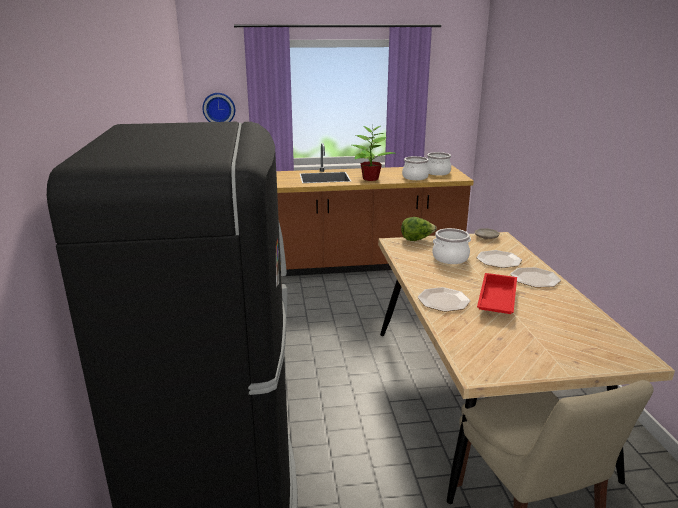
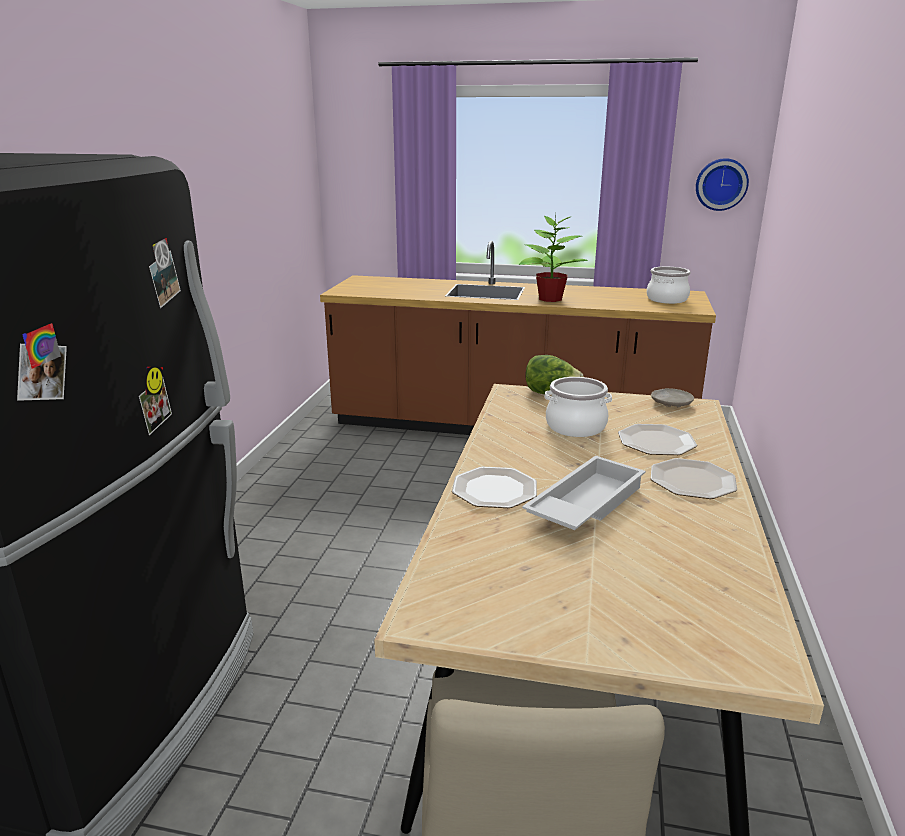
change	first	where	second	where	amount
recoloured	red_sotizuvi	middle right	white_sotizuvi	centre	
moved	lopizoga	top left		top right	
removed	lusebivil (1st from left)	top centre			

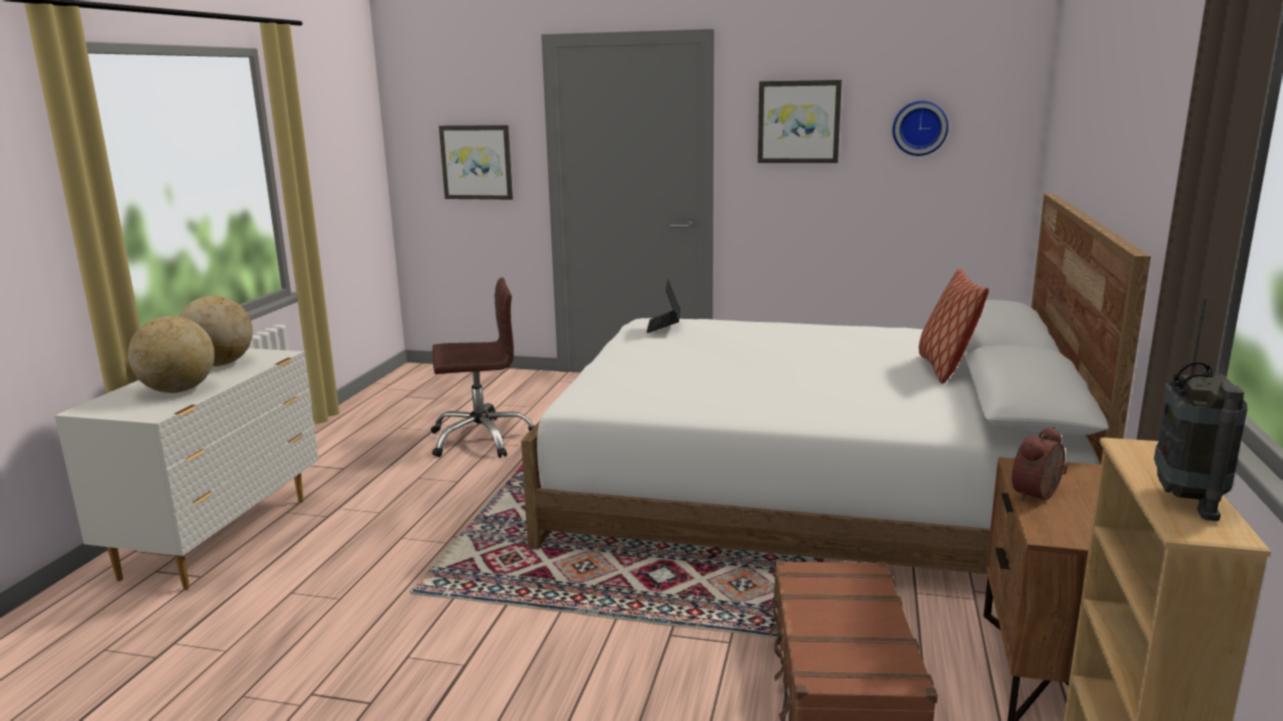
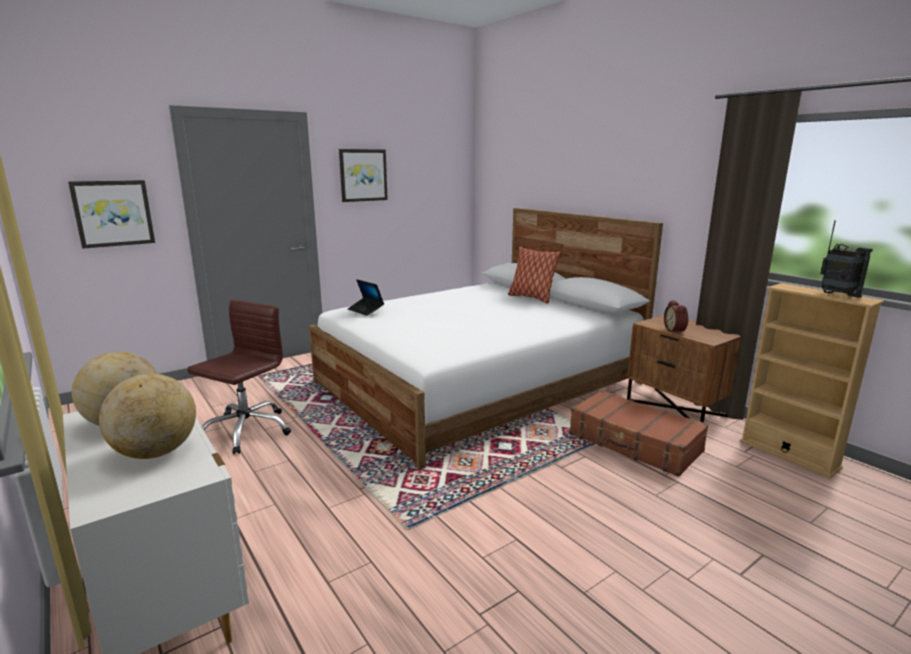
change	first	where	second	where	amount
removed	lopizoga	top right			

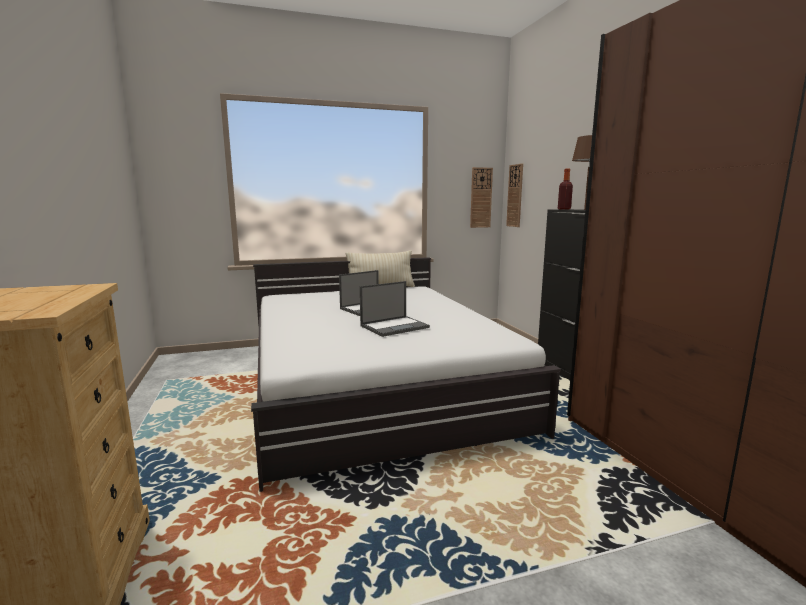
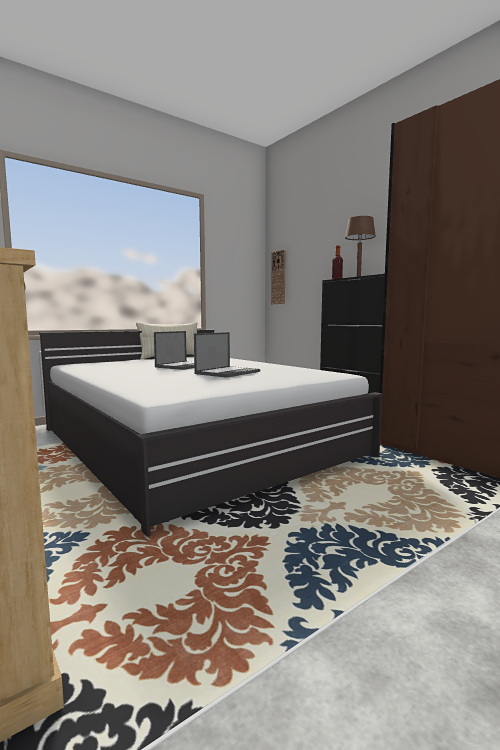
change	first	where	second	where	amount
removed	lopizoga (1st from left)	top centre			

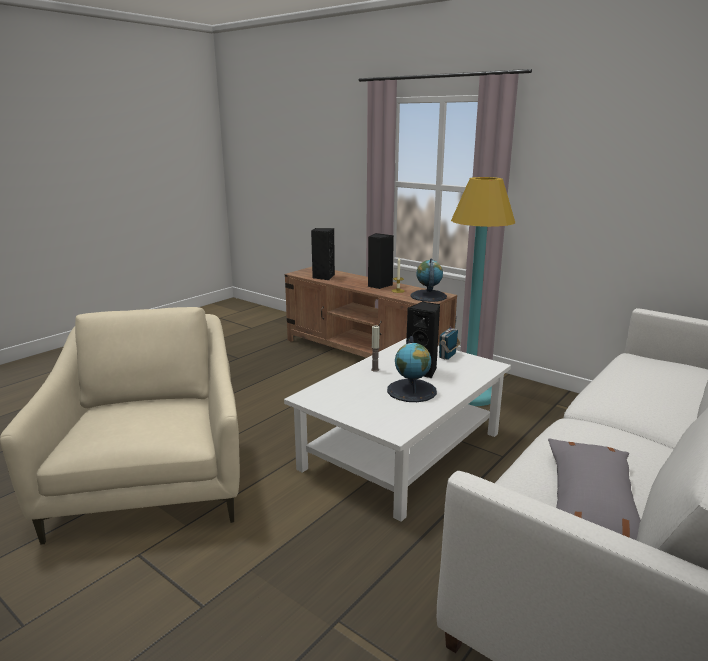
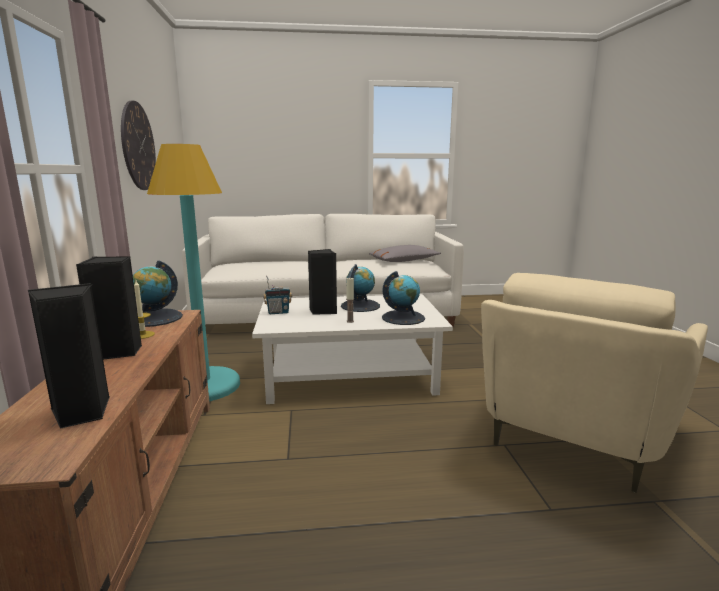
change	first	where	second	where	amount
added			lopizoga	top left	
added			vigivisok (3rd from left)	centre	

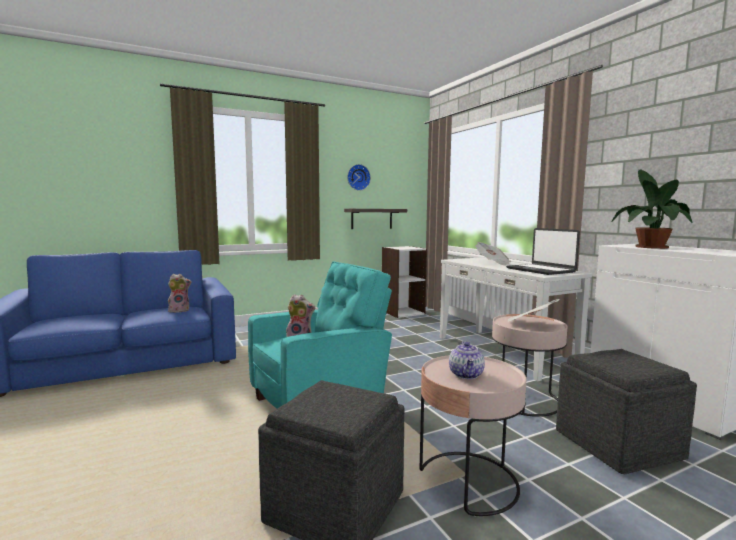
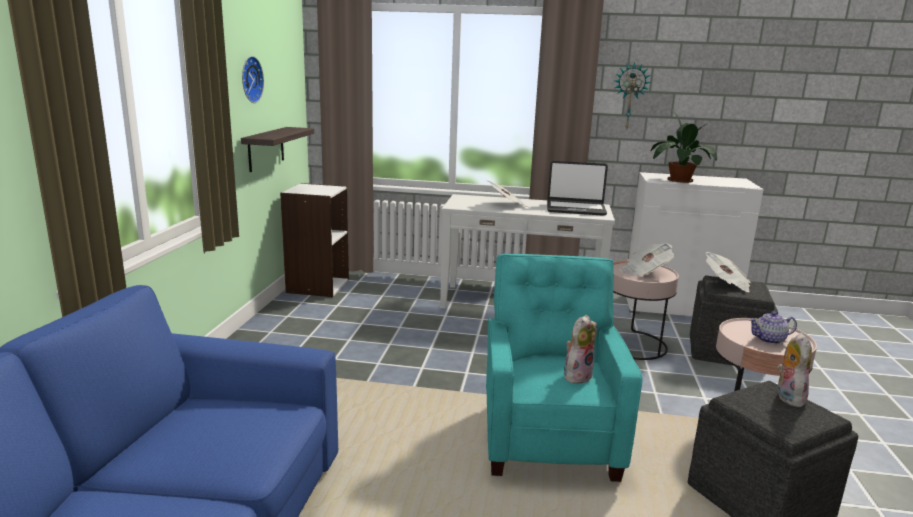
change	first	where	second	where	amount
added			lopizoga (2nd from left)	top right	
added			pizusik (3rd from left)	middle right	
turned	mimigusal	bottom centre		middle right	135 degrees clockwise
moved	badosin (1st from left in the first image)	middle left	badosin (2nd from left)	bottom right	

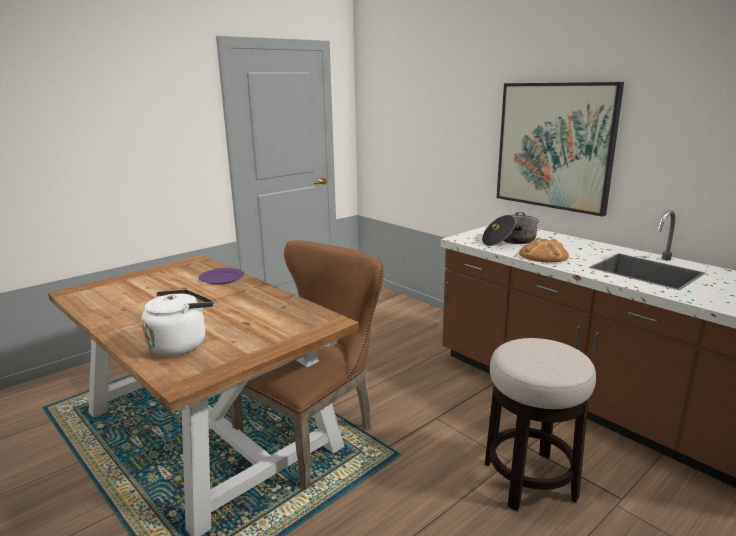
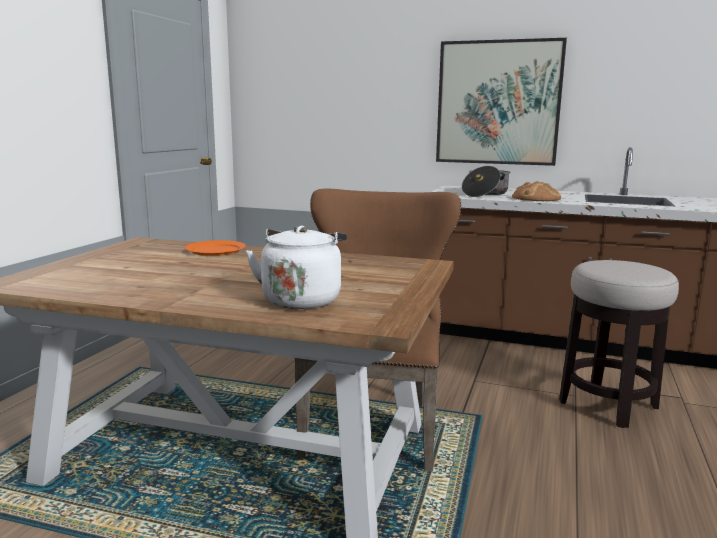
change	first	where	second	where	amount
recoloured	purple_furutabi	middle left	orange_furutabi	middle left	

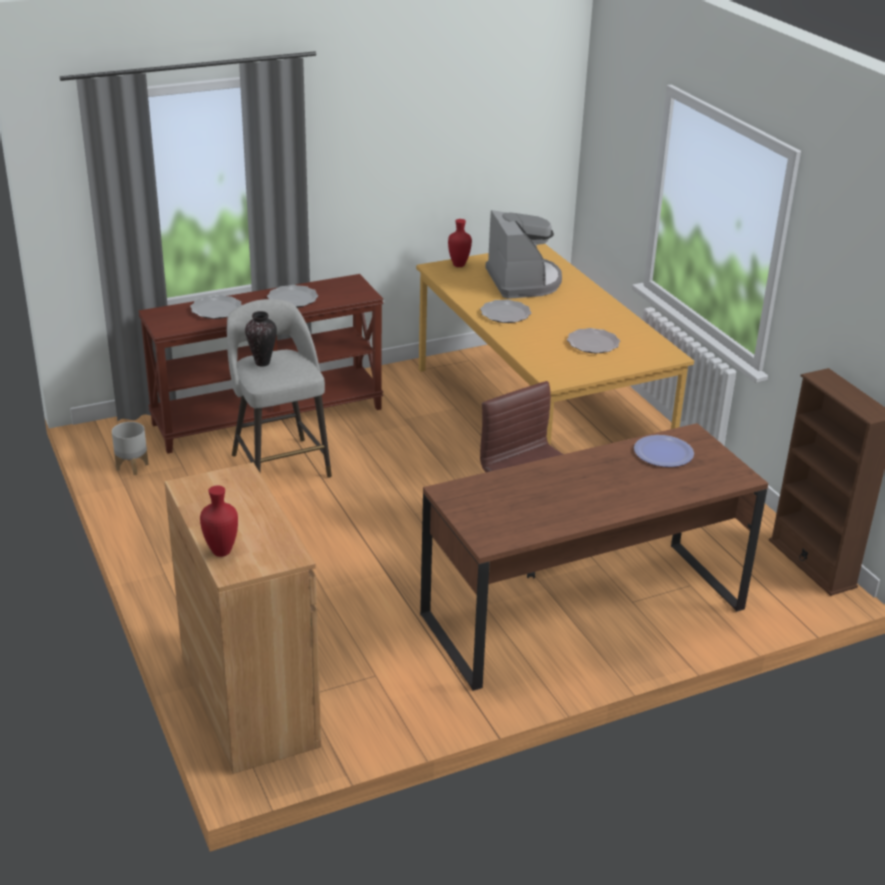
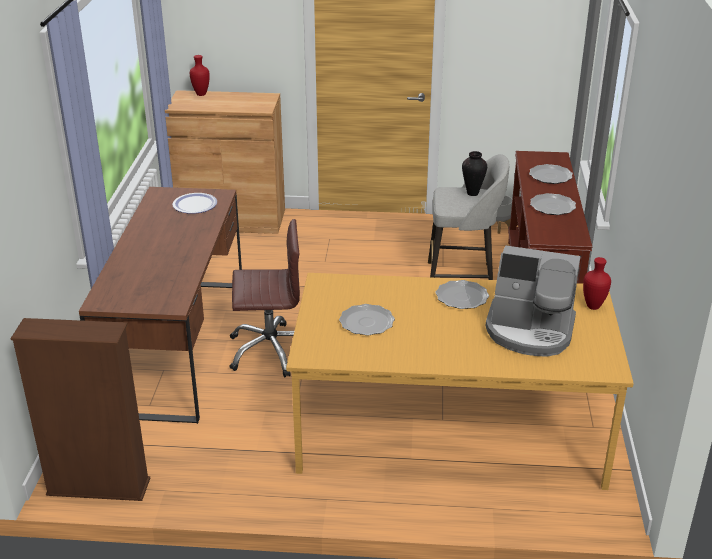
change	first	where	second	where	amount
moved	furutabi (5th from left in the first image)	middle right	furutabi (1st from left)	middle left	

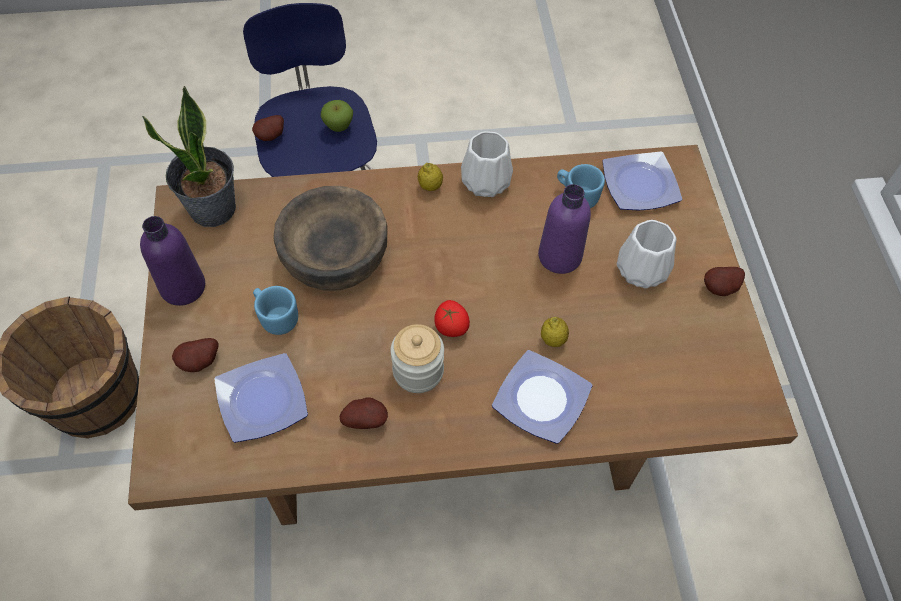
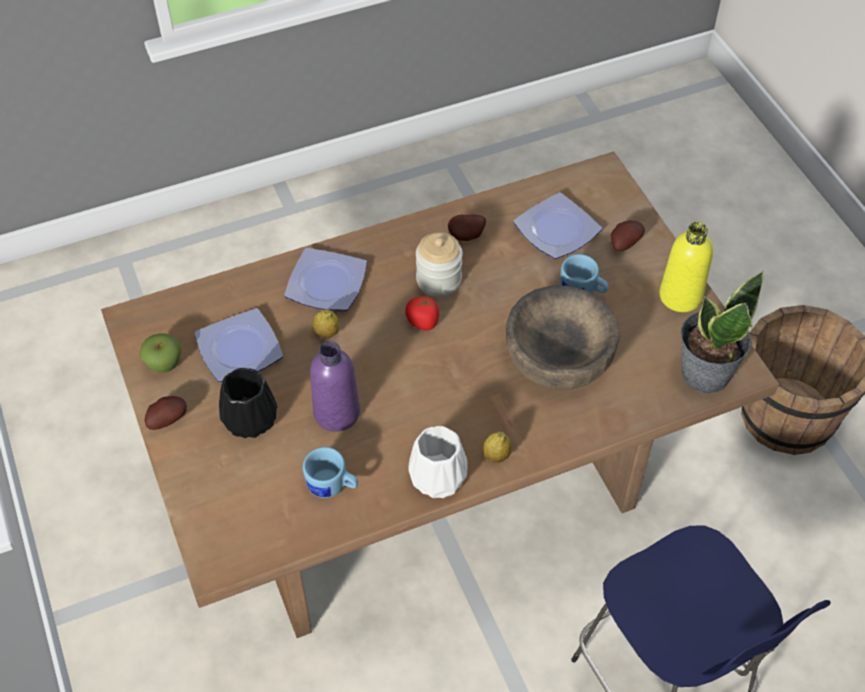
change	first	where	second	where	amount
moved	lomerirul	top centre		middle left	
moved	furutabi (3rd from left in the first image)	top right	furutabi (1st from left)	middle left	
recoloured	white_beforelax (2nd from left)	middle right	black_beforelax	middle left	
recoloured	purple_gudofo (1st from left)	middle left	yellow_gudofo	middle right	
removed	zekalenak (2nd from left)	top left			

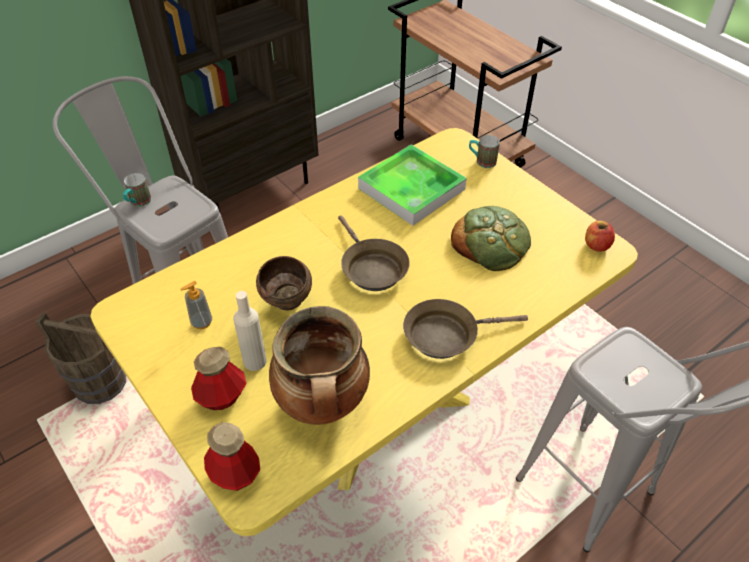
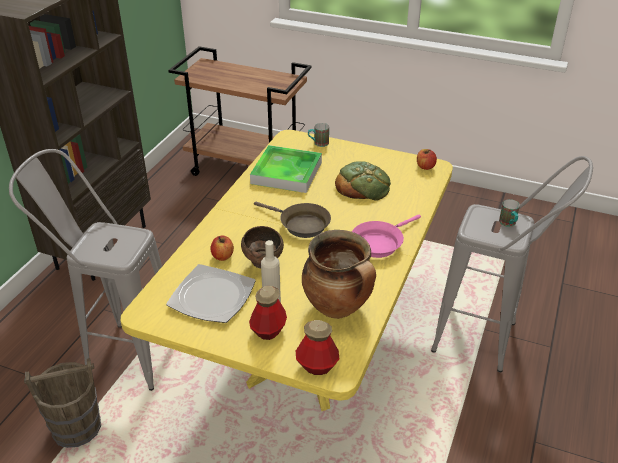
change	first	where	second	where	amount
replaced	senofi	middle left	furutabi	centre	
added			lomerirul (1st from left)	centre	
recoloured	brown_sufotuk (2nd from left)	centre	pink_sufotuk	centre	
moved	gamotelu (1st from left in the first image)	middle left	gamotelu (2nd from left)	middle right	

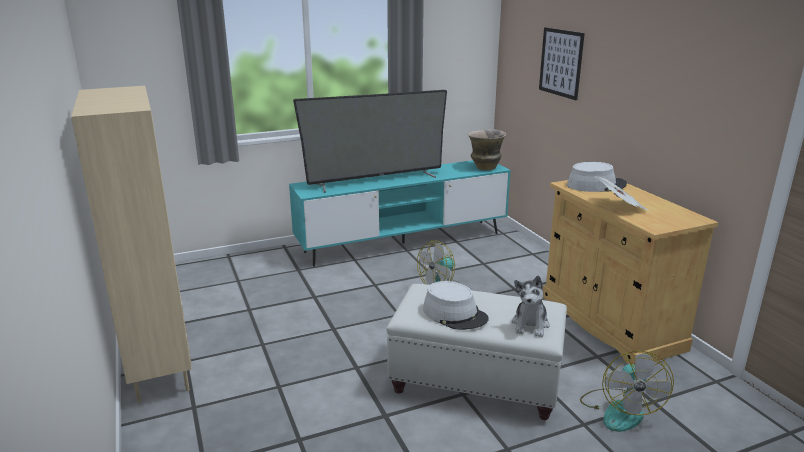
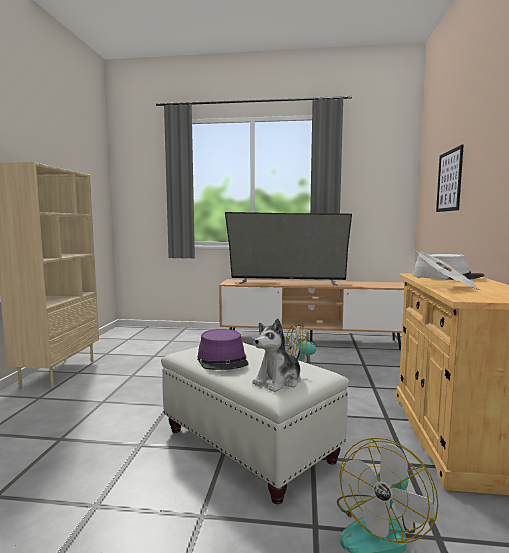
change	first	where	second	where	amount
recoloured	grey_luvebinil (1st from left)	bottom centre	purple_luvebinil	centre	
recoloured	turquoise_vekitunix	centre	brown_vekitunix	centre	
removed	beforelax	top centre			

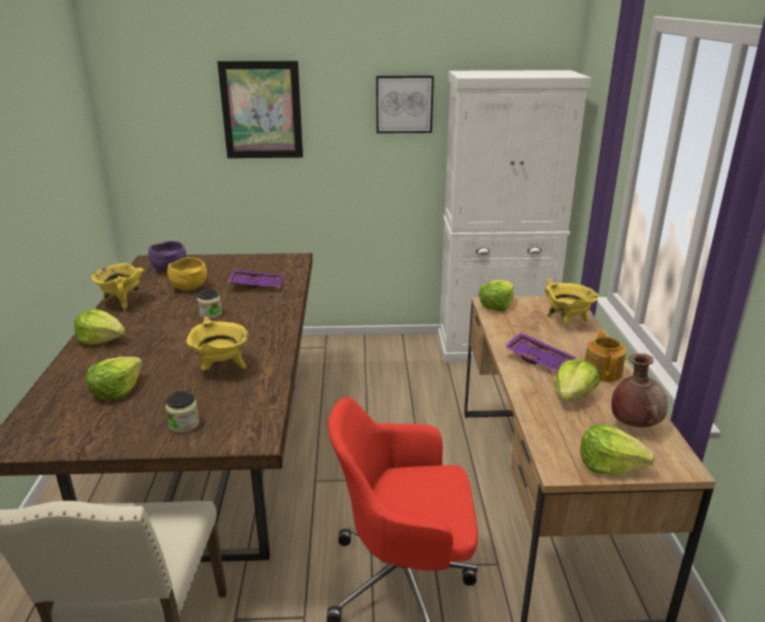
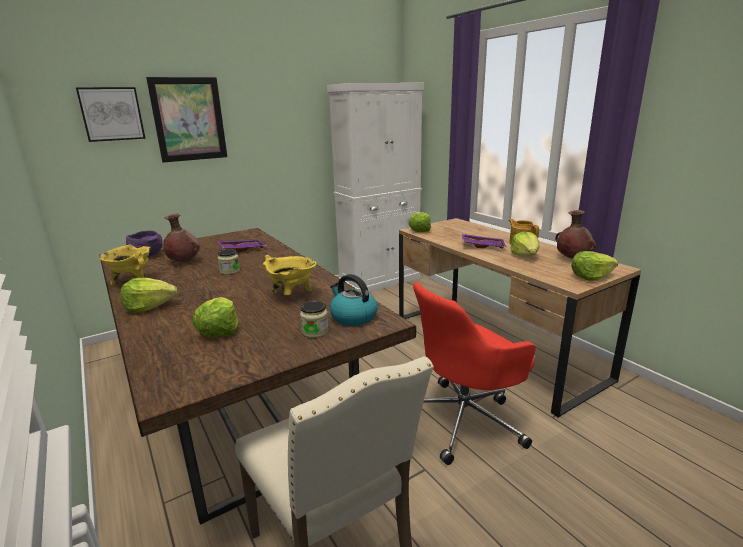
change	first	where	second	where	amount
moved	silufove (2nd from left in the first image)	top centre	silufove (1st from left)	top left	
replaced	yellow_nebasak	middle left	brown_beforelax (1st from left)	middle left	
added			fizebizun	centre	
removed	yellow_lusebivil (3rd from left)	middle right			

